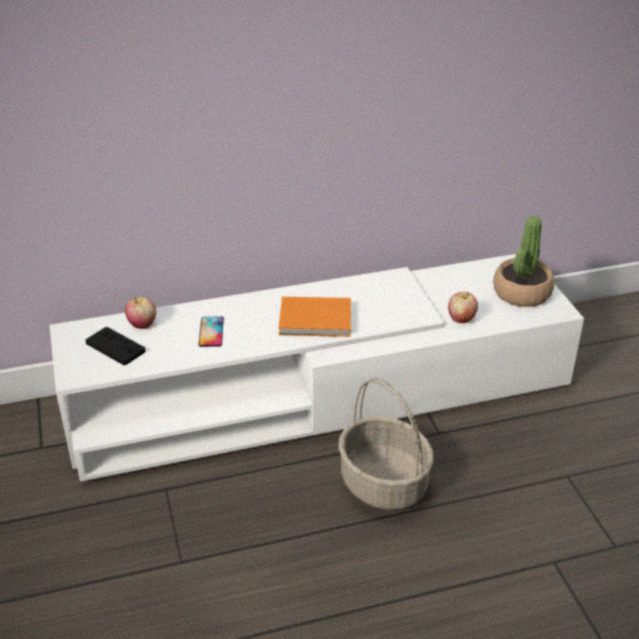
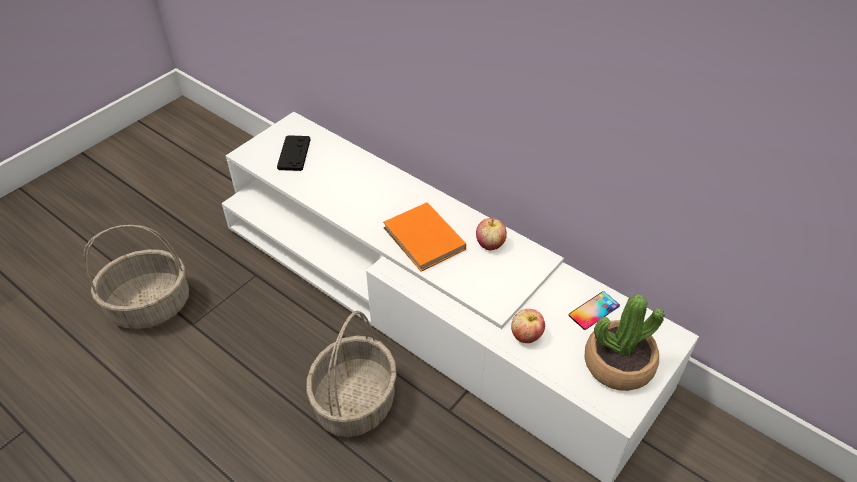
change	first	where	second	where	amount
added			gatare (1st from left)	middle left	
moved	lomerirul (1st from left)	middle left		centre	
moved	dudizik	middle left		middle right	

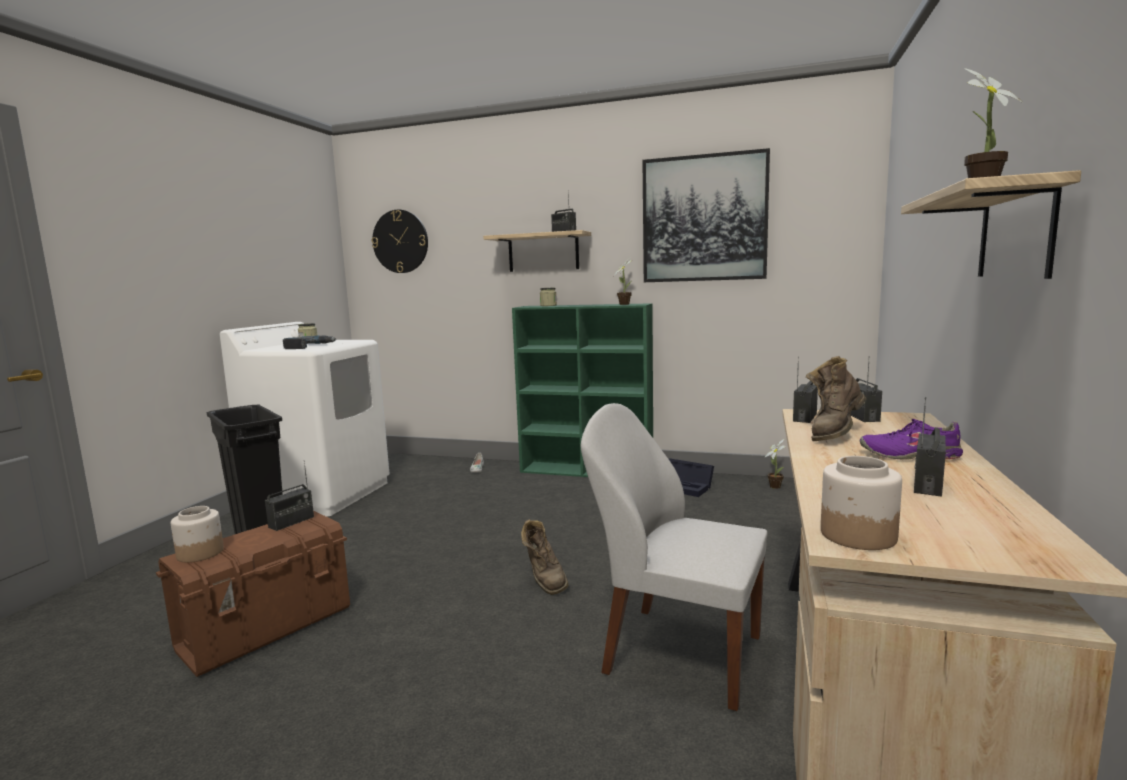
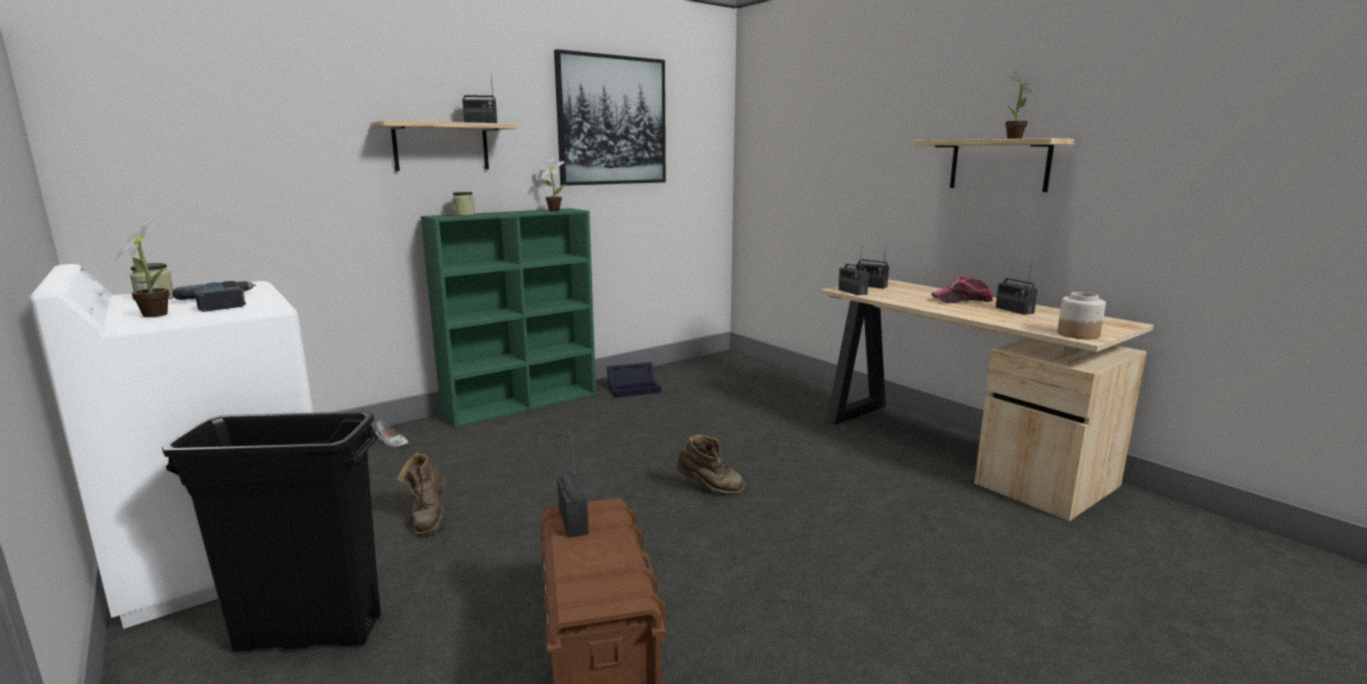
change	first	where	second	where	amount
moved	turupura (2nd from left in the first image)	middle right	turupura (1st from left)	middle left	
moved	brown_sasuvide (2nd from left in the first image)	middle right	brown_sasuvide (1st from left)	bottom left	
replaced	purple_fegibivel	middle right	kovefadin	middle right	
removed	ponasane (1st from left)	bottom left			
removed	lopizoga	top centre			
removed	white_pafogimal	bottom centre			

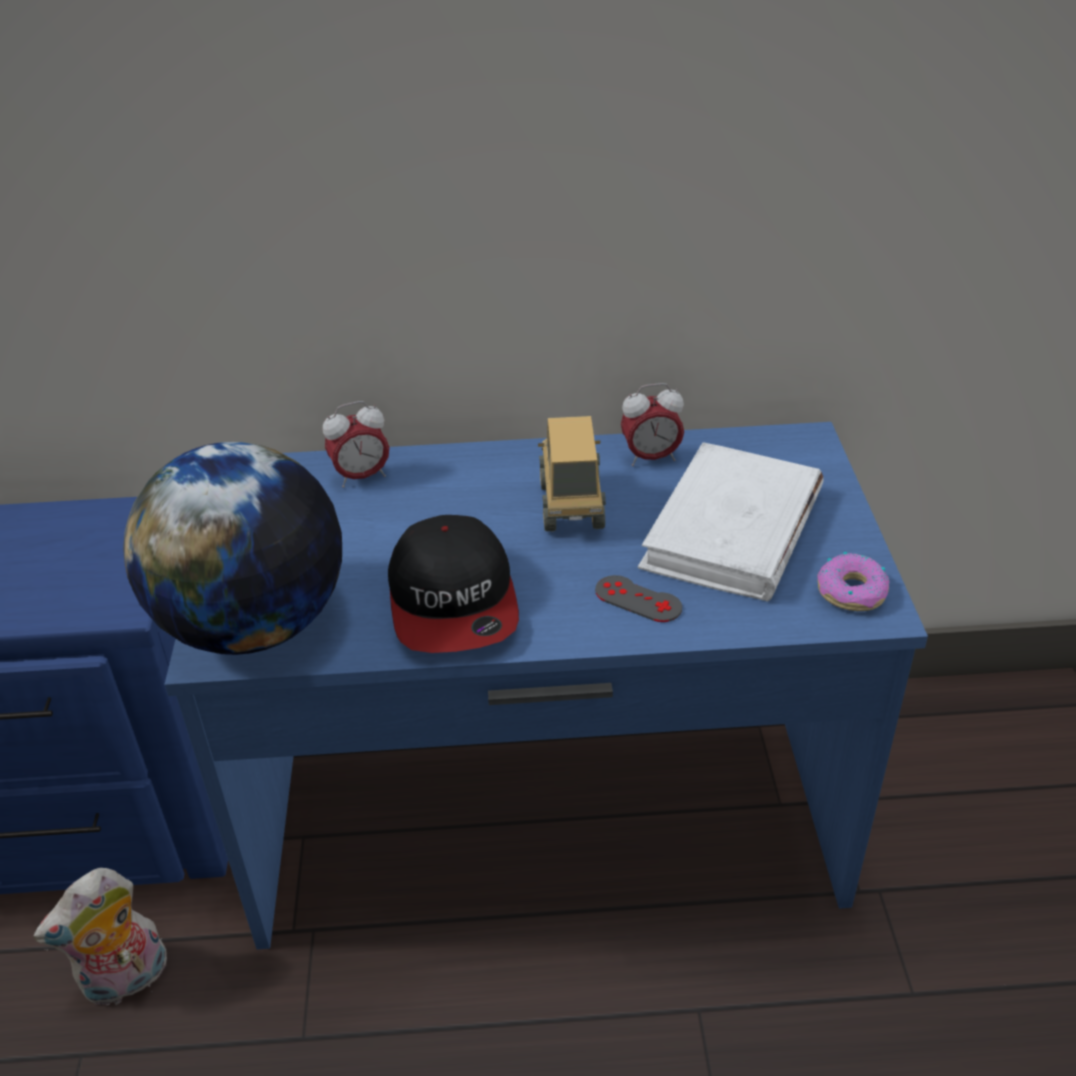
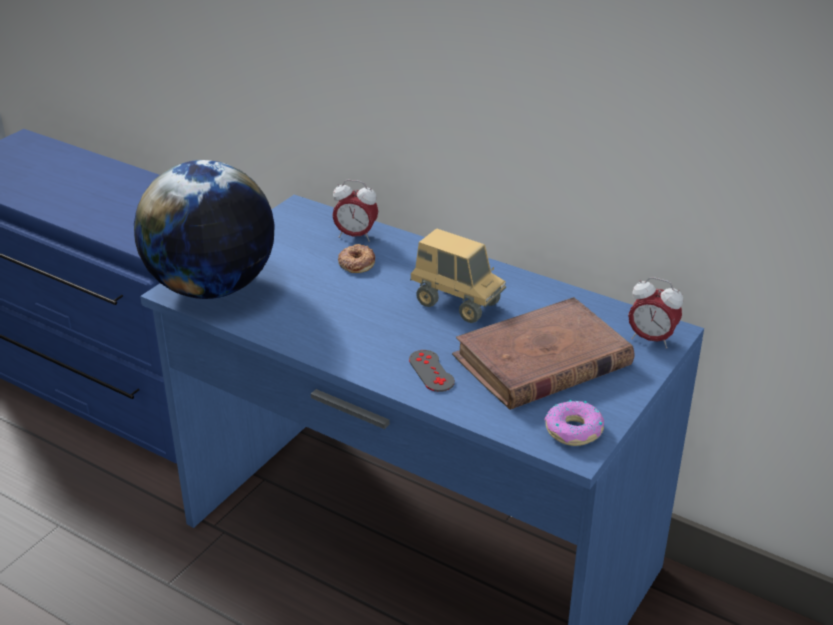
change	first	where	second	where	amount
added			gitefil (1st from left)	centre	
turned	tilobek	centre		centre	90 degrees clockwise
recoloured	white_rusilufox	middle right	brown_rusilufox	centre	
moved	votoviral (2nd from left)	centre		middle right	
removed	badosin	bottom left			
removed	kovefadin	centre			

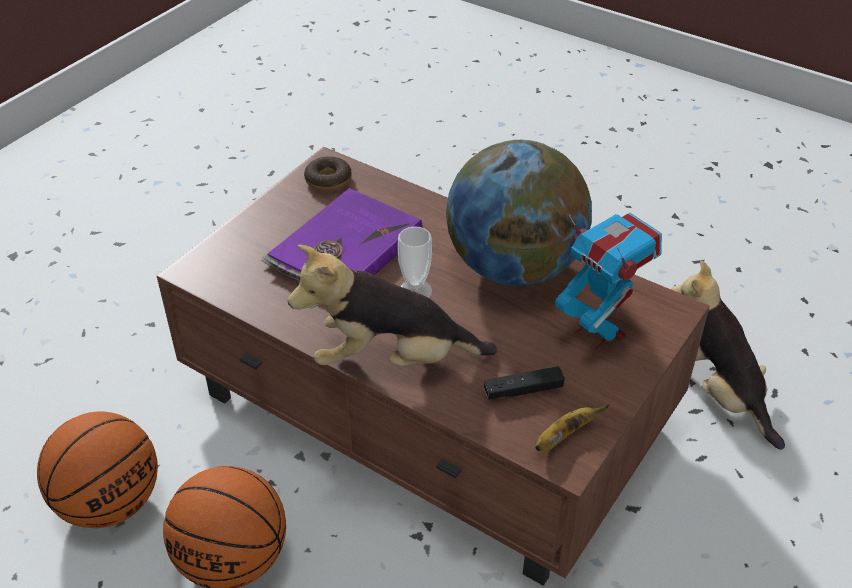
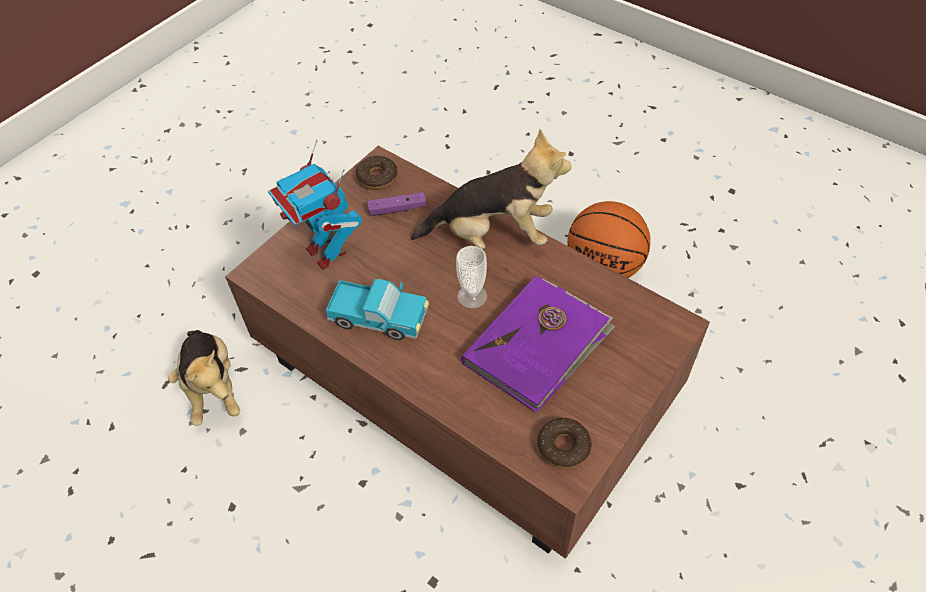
change	first	where	second	where	amount
replaced	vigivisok	centre	tilobek	centre	
replaced	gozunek	bottom right	gitefil (1st from left)	top centre	
recoloured	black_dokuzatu	centre	purple_dokuzatu	centre	
removed	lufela (1st from left)	bottom left			

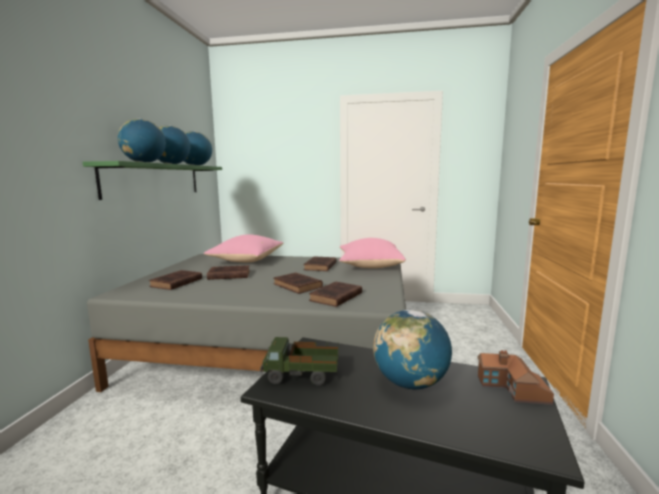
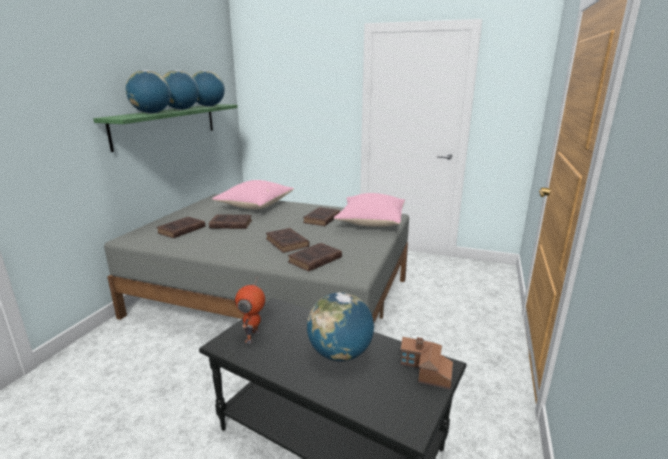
change	first	where	second	where	amount
replaced	tilobek	bottom centre	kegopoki	bottom centre	

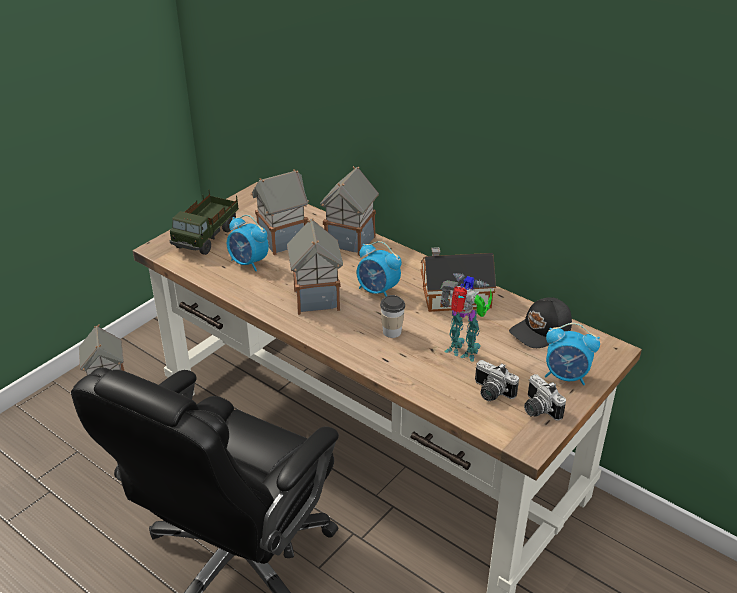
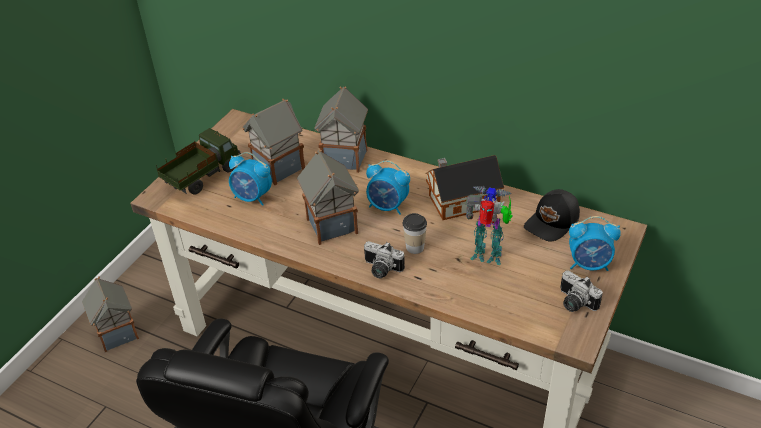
change	first	where	second	where	amount
turned	tilobek	middle left		middle left	150 degrees counterclockwise
moved	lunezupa (1st from left)	middle right		centre	

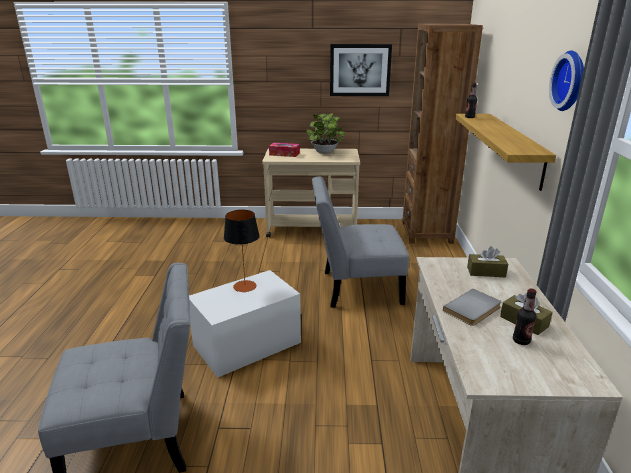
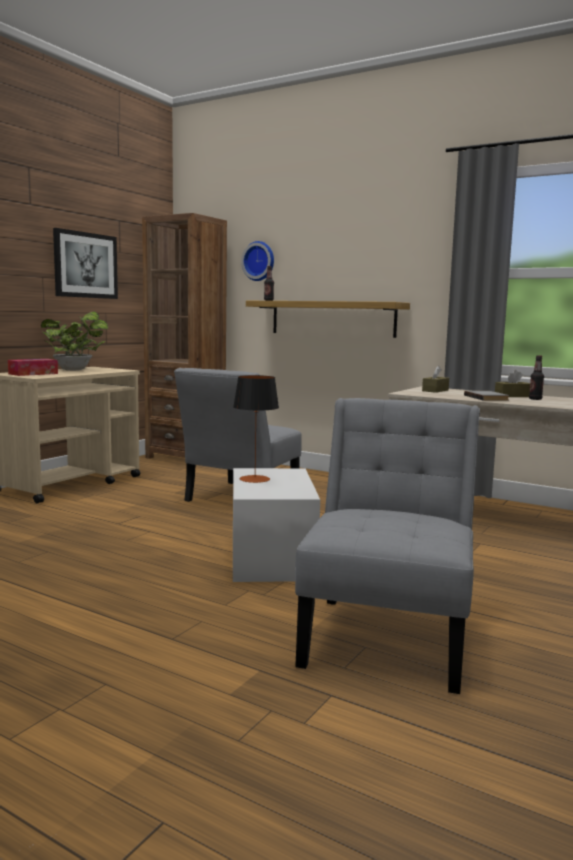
change	first	where	second	where	amount
moved	lopizoga	top right		top centre	

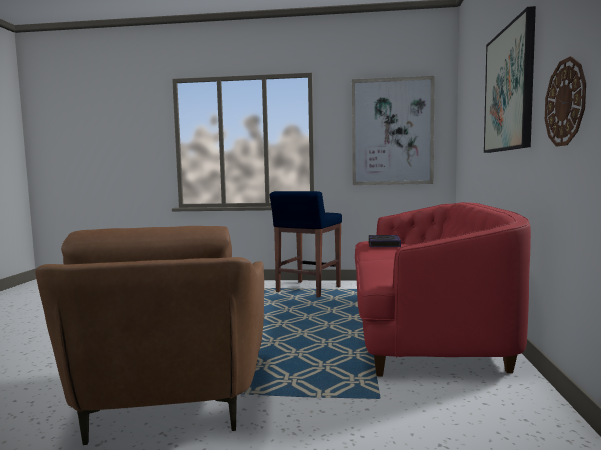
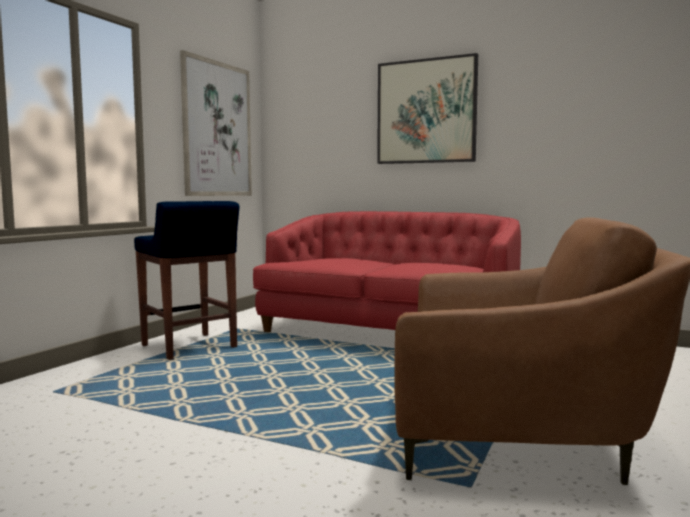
change	first	where	second	where	amount
removed	rusilufox	centre			
removed	lopizoga	top right			

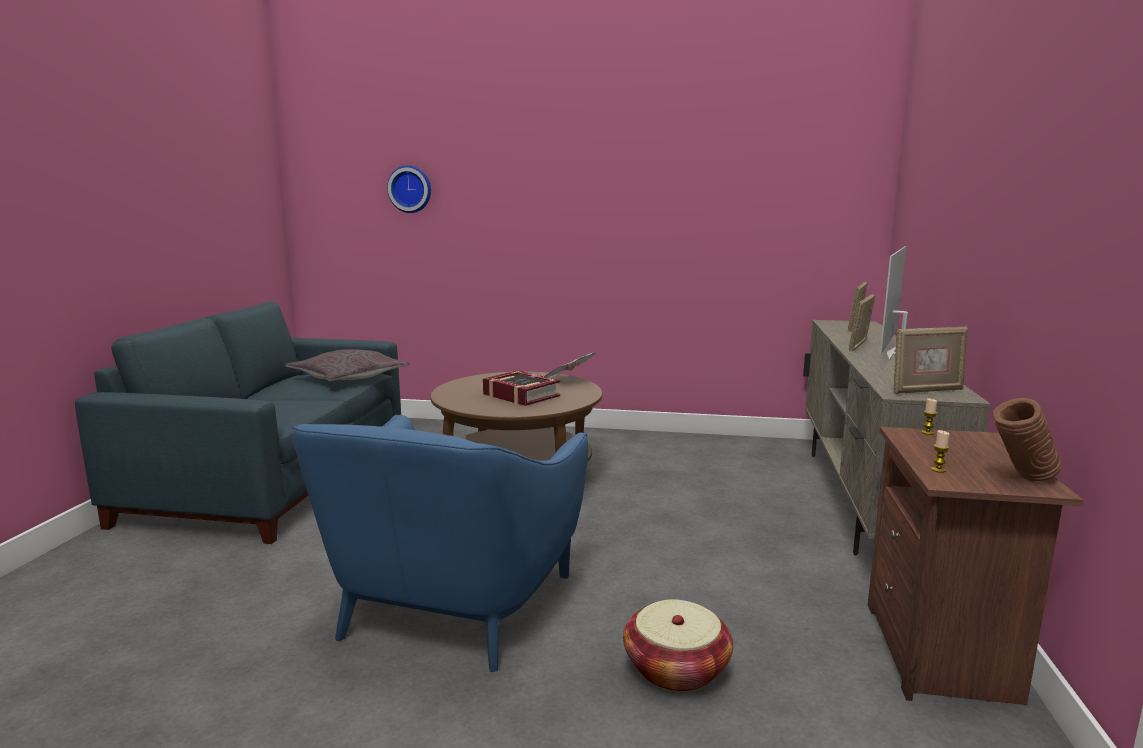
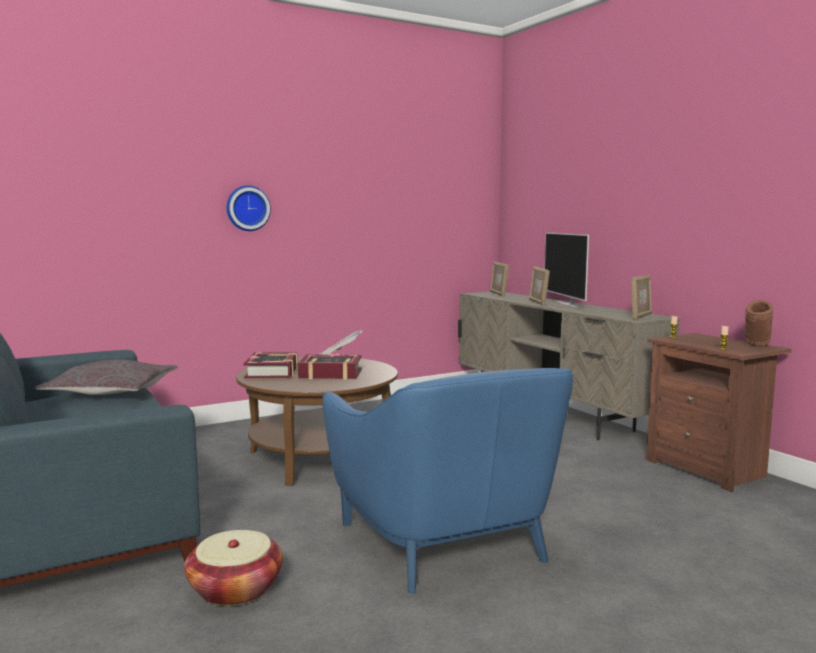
change	first	where	second	where	amount
moved	gatare	bottom centre		bottom left	
moved	lopizoga	top centre		top left	
added			rusilufox (1st from left)	middle left	

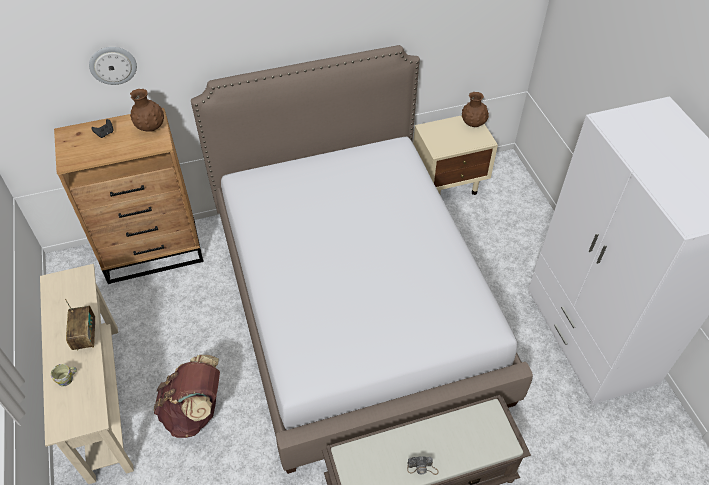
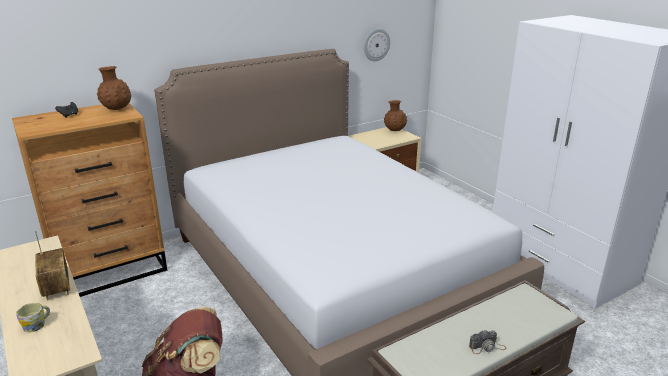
change	first	where	second	where	amount
moved	lopizoga	top left		top centre	

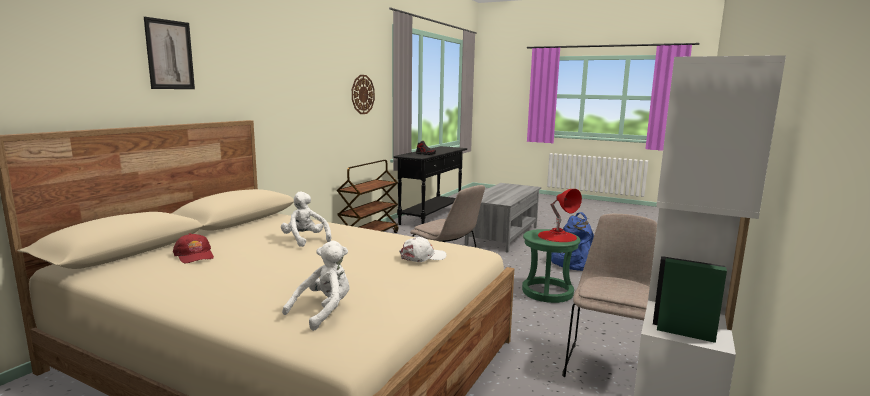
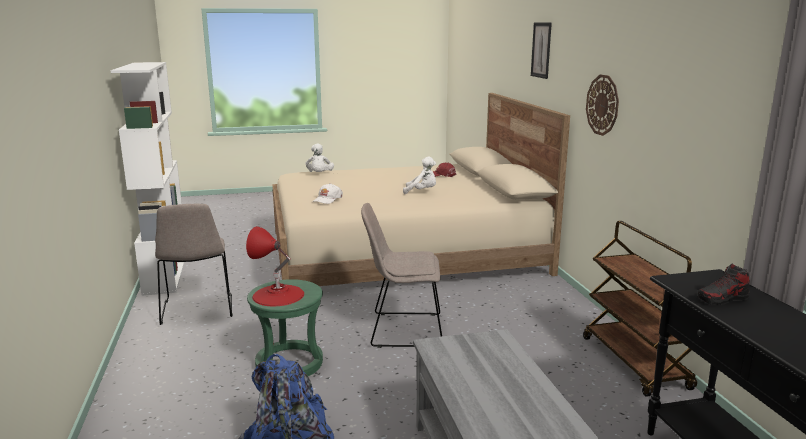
change	first	where	second	where	amount
moved	lopizoga	top centre		top right	

